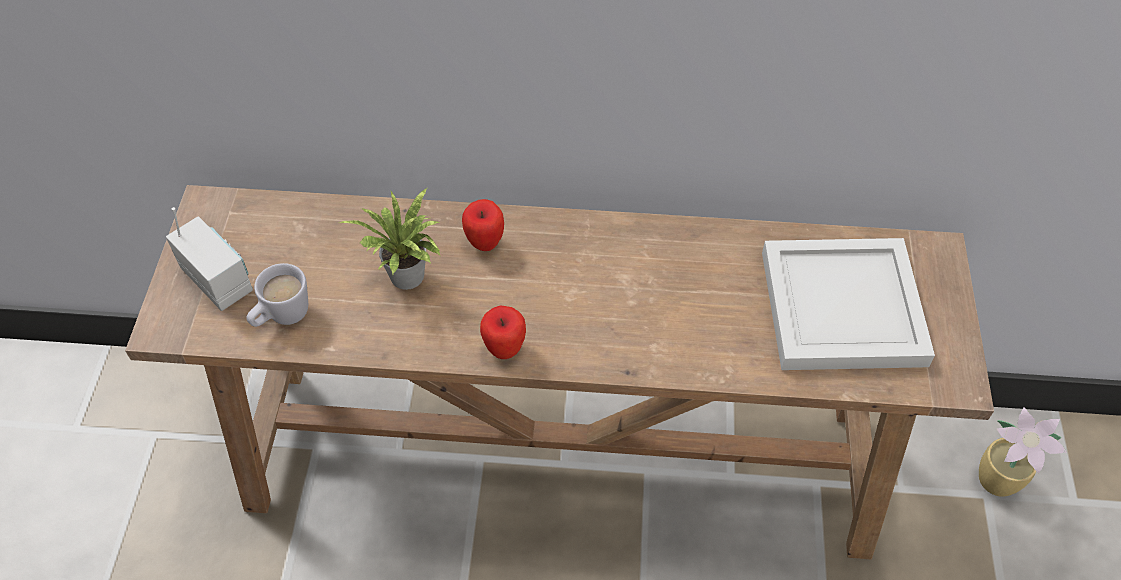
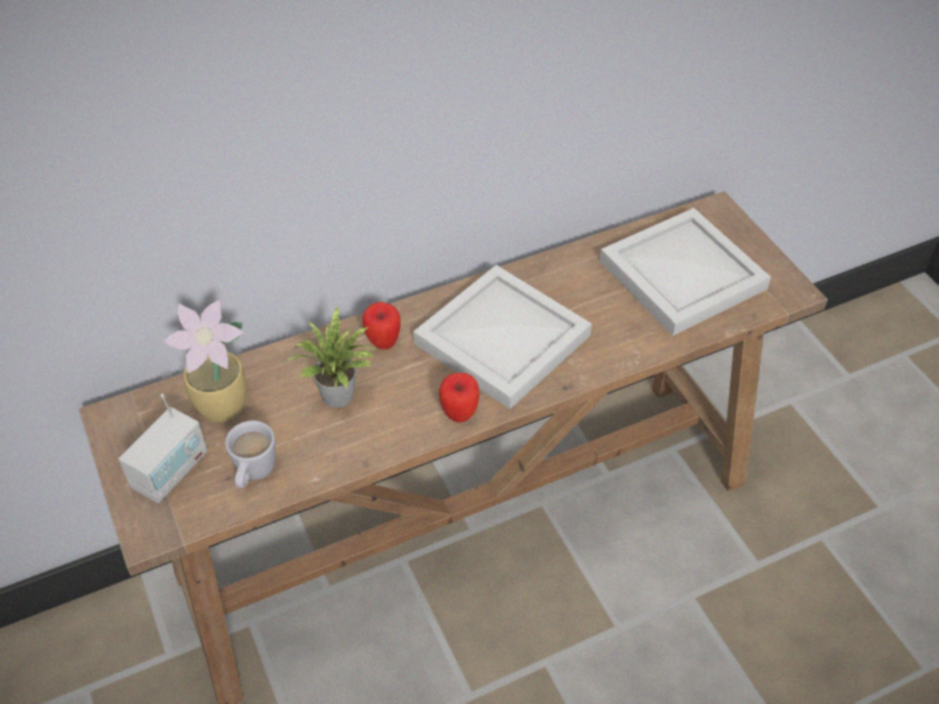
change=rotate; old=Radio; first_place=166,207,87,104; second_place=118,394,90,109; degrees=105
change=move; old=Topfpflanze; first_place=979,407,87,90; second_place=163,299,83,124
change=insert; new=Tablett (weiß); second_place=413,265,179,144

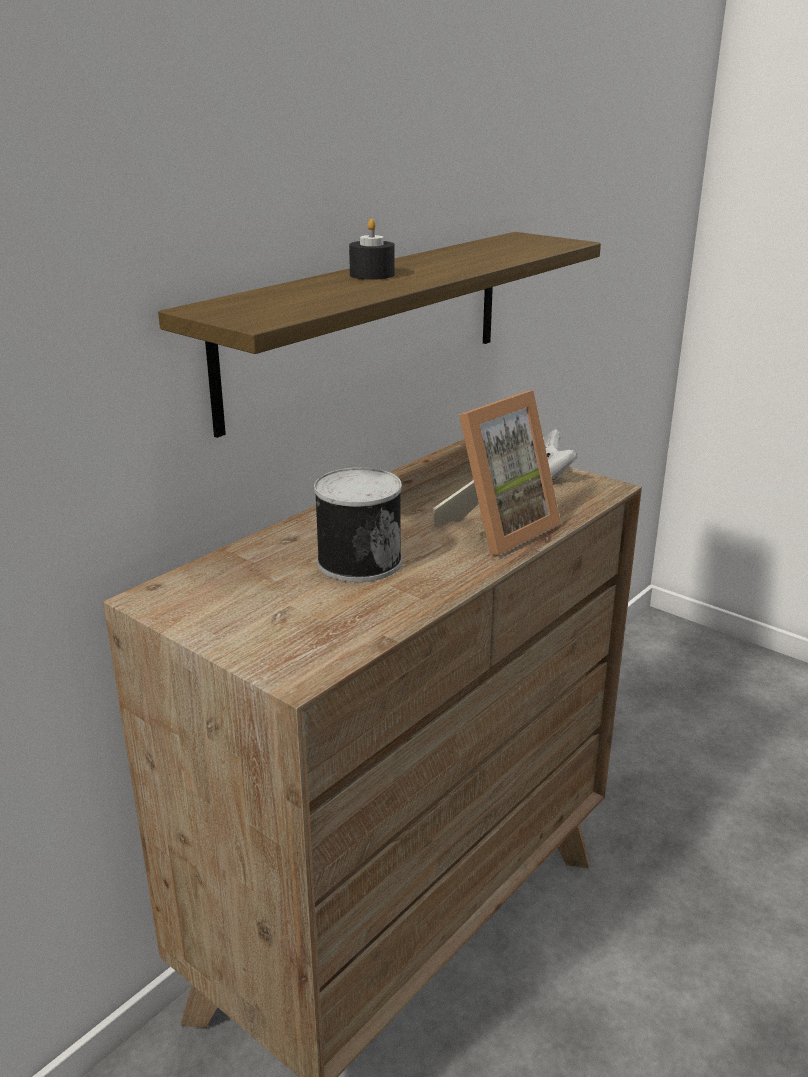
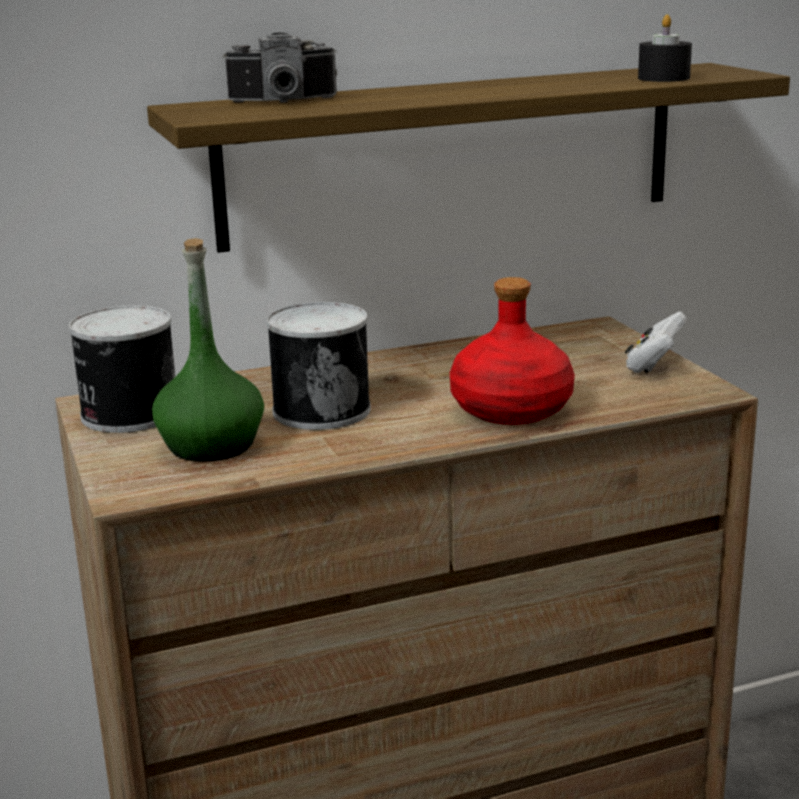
change=move; old=Kerze (schwarz); first_place=349,218,46,62; second_place=638,14,54,68
change=replace; old=Bilderrahmen; new=Flasche (rot); first_place=433,390,128,165; second_place=450,277,125,148
change=insert; new=Dose; second_place=69,305,106,128
change=insert; new=Flasche (grün); second_place=152,238,112,224
change=insert; new=Kamera; second_place=222,33,115,70

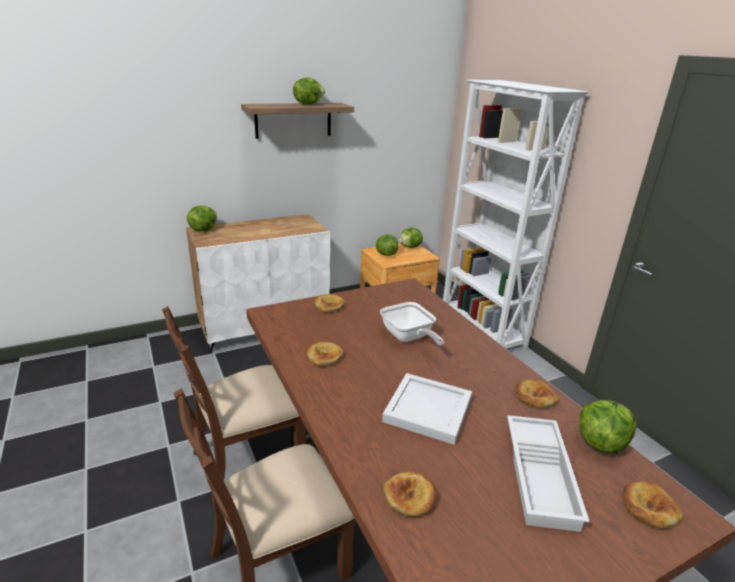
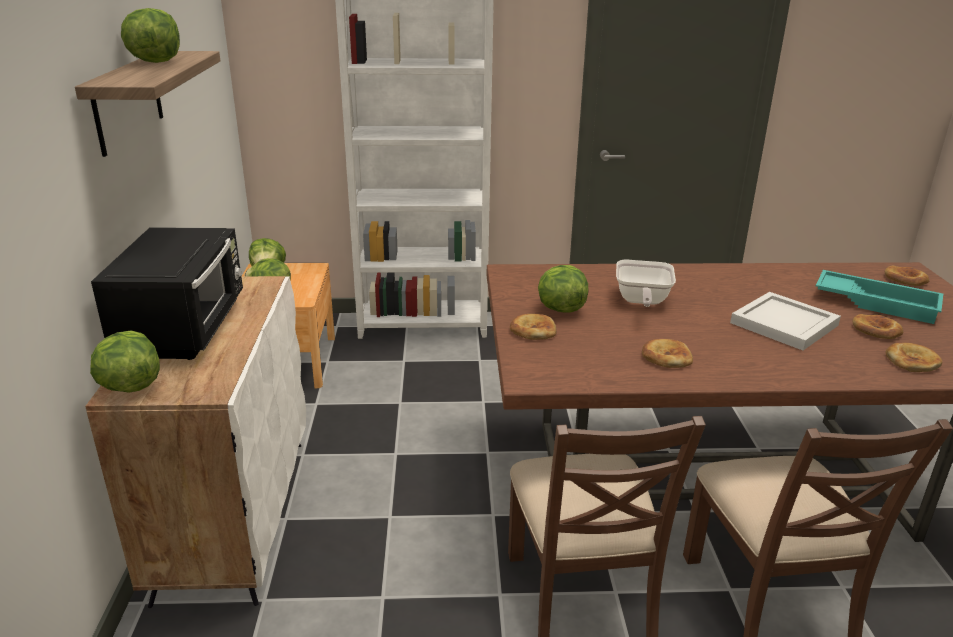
change=rotate; old=Pfanne; first_place=380,302,64,45; second_place=616,260,60,47; degrees=105
change=recolor; old=Tablett (weiß); new=Tablett (türkis); first_place=507,415,83,117; second_place=816,270,127,54
change=move; old=Brot; first_place=515,380,44,29; second_place=853,314,50,25
change=move; old=Salatkopf; first_place=580,400,57,54; second_place=538,265,50,48
change=insert; new=Mikrowelle (schwarz); second_place=91,227,152,133

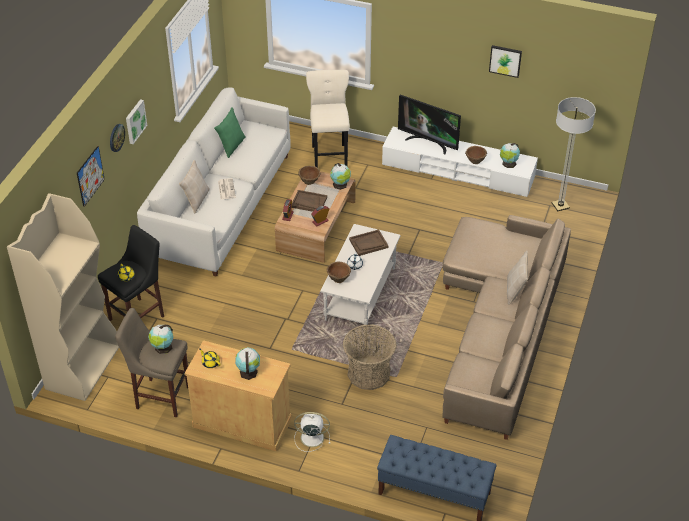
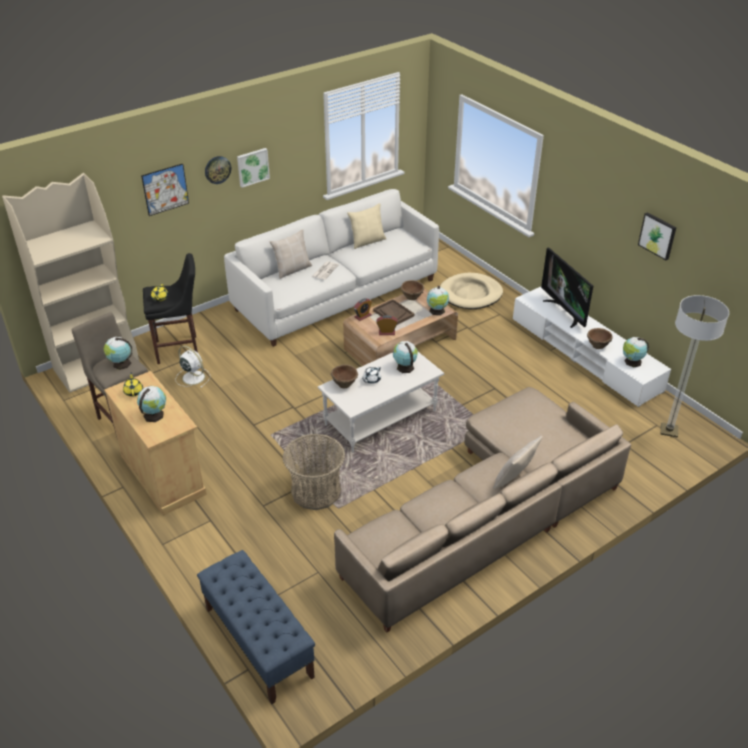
change=recolor; old=Kissen (grün); new=Kissen (beige); first_place=214,107,32,51; second_place=347,203,39,46
change=move; old=Ventilator (weiß); first_place=294,412,36,40; second_place=176,346,34,42
change=replace; old=Hocker (beige); new=Hundebett (beige); first_place=306,70,44,98; second_place=440,273,63,36
change=replace; old=Tablett (braun); new=Globus; first_place=349,229,39,27; second_place=393,341,25,32

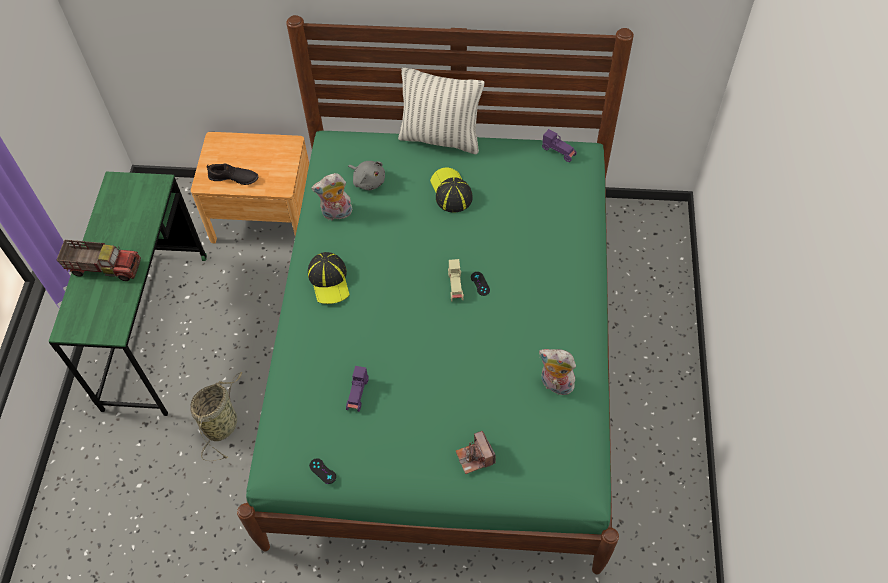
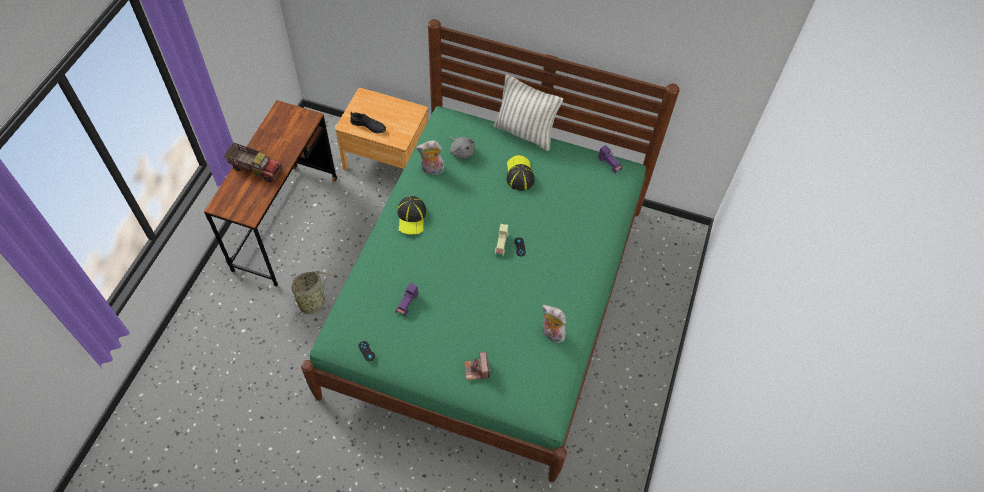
change=recolor; old=Schreibtisch (grün); new=Schreibtisch (braun); first_place=49,172,158,244; second_place=204,100,133,187

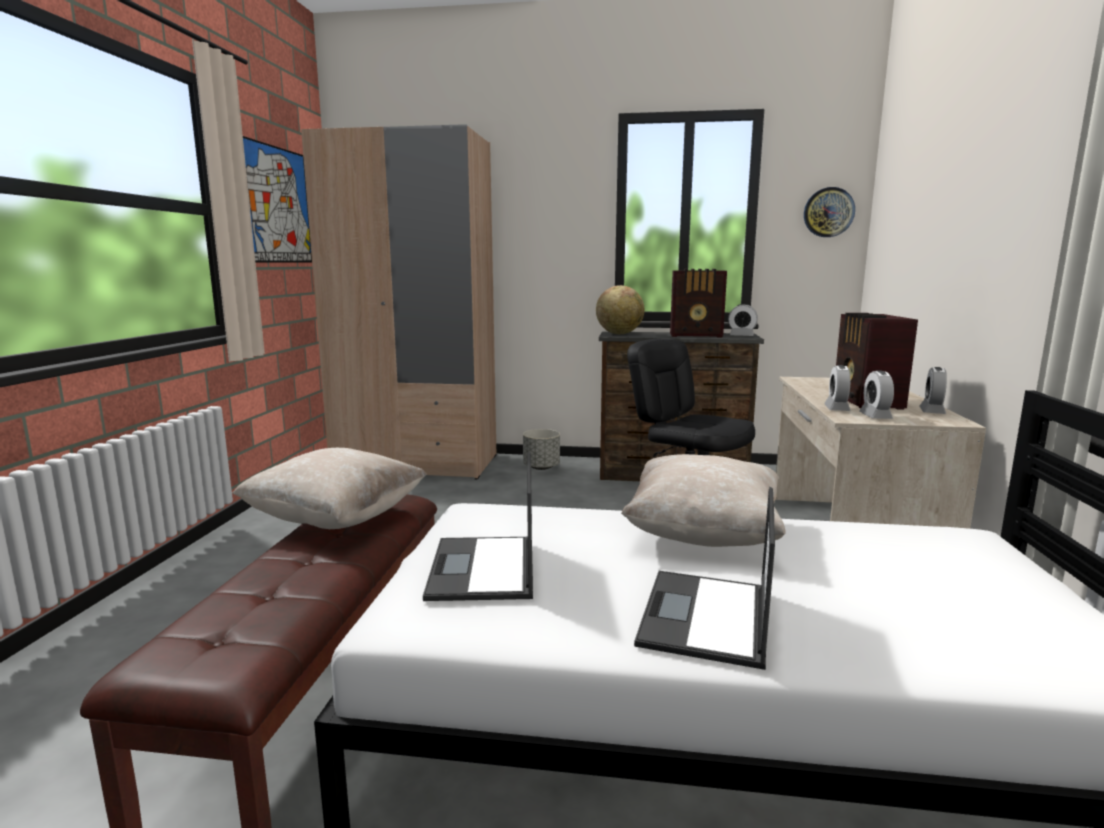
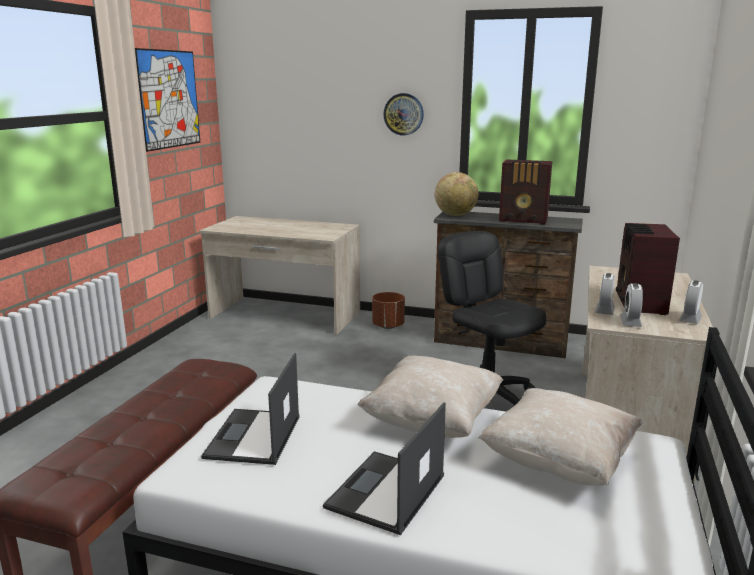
change=move; old=Kissen (beige); first_place=232,448,195,81; second_place=478,388,165,98
change=replace; old=Kleiderschrank (beige); new=Schreibtisch (beige); first_place=301,124,195,356; second_place=199,216,161,119
change=recolor; old=Pflanzkübel (grau); new=Pflanzkübel (braun); first_place=523,429,37,41; second_place=372,292,33,37
change=delete; old=Wecker; first_place=728,304,30,32
change=move; old=Wanduhr; first_place=804,187,51,50; second_place=383,93,41,42

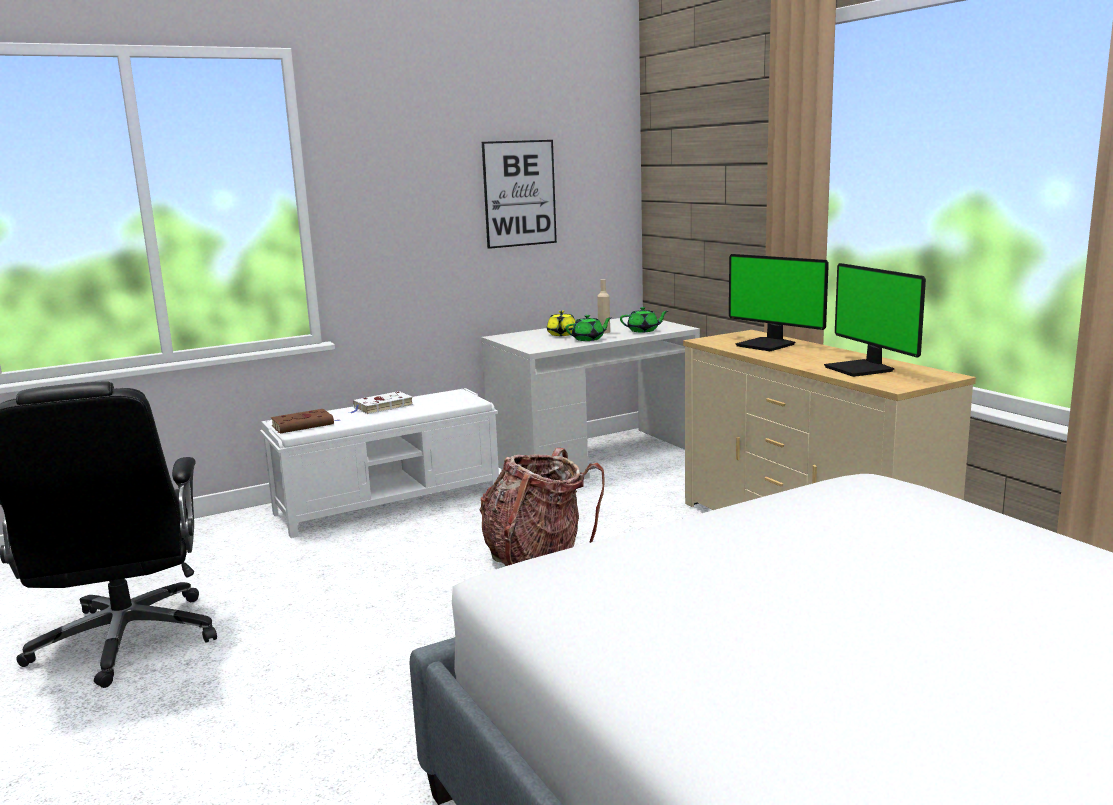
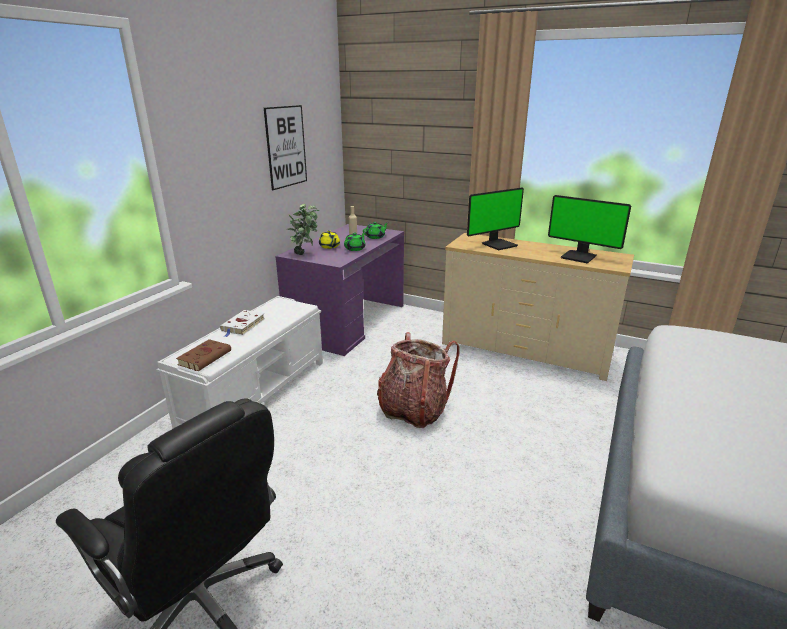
change=recolor; old=Schreibtisch (weiß); new=Schreibtisch (lila); first_place=481,317,219,162; second_place=275,224,129,132
change=rotate; old=Monitor; first_place=729,254,100,97; second_place=467,187,57,63; degrees=-45
change=insert; new=Topfpflanze; second_place=287,204,32,51

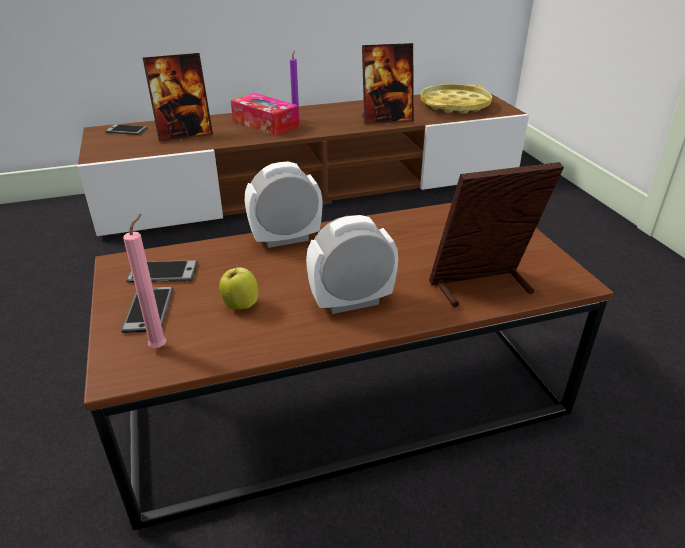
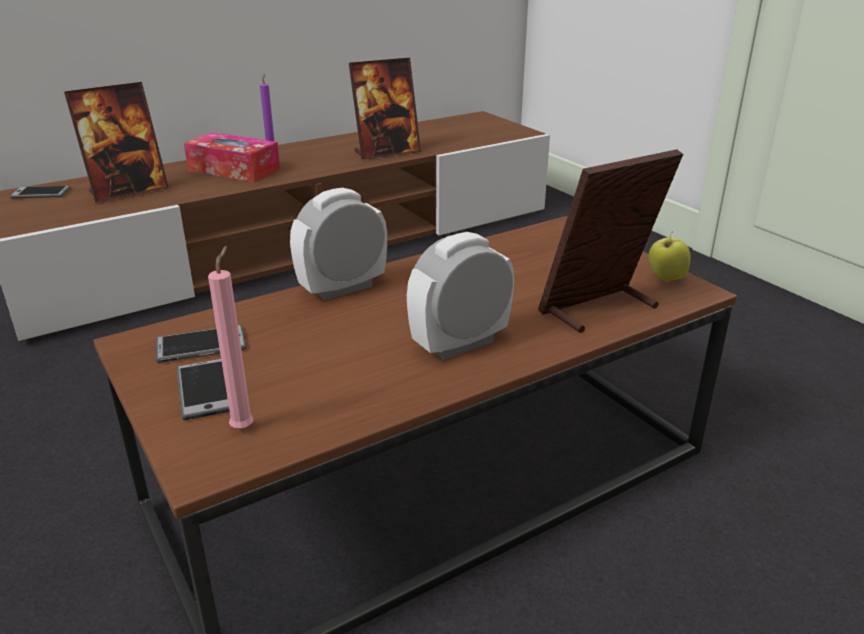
change=move; old=Apfel; first_place=219,263,39,46; second_place=649,231,42,50
change=delete; old=Tablett (gelb); first_place=420,84,72,30

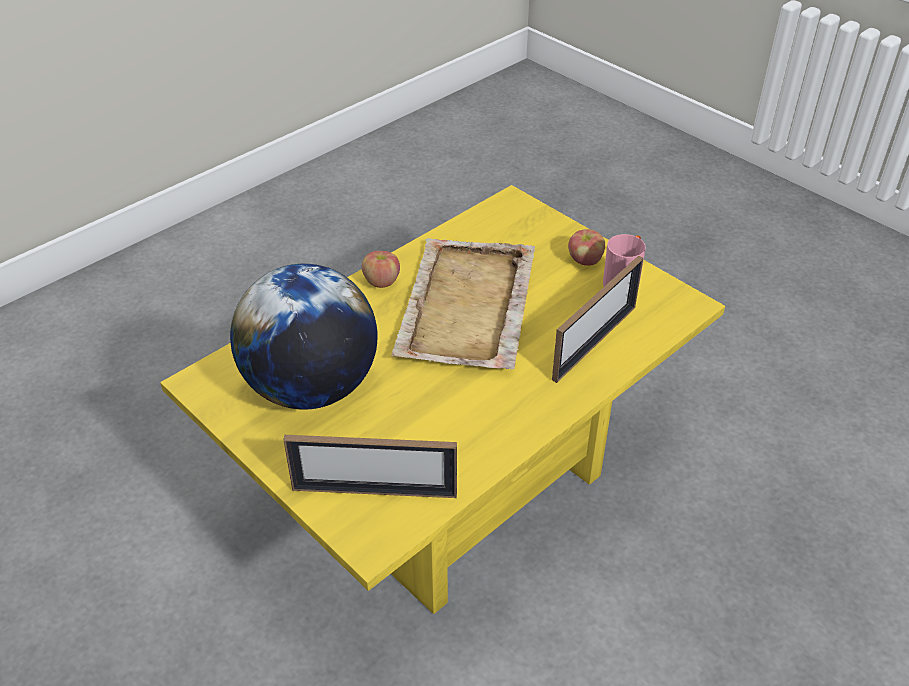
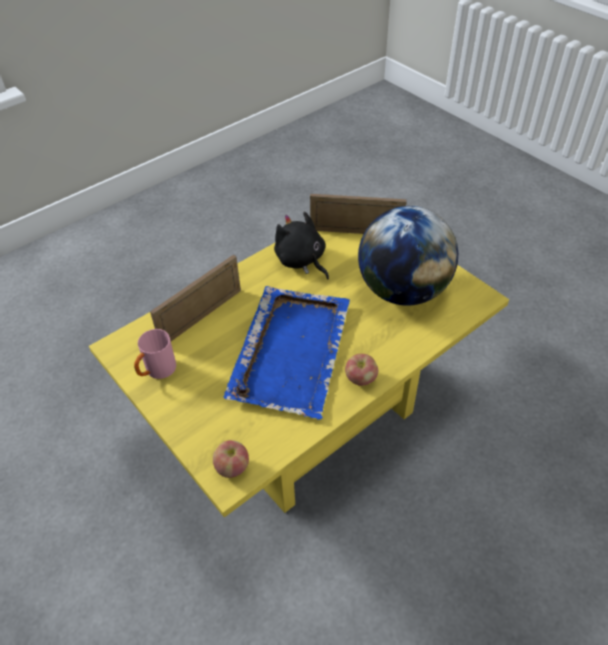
change=recolor; old=Tablett (beige); new=Tablett (blau); first_place=391,238,144,131; second_place=224,286,126,134
change=move; old=Apfel; first_place=568,229,37,37; second_place=213,440,36,38
change=insert; new=Plüschtier (schwarz); second_place=274,211,55,69

